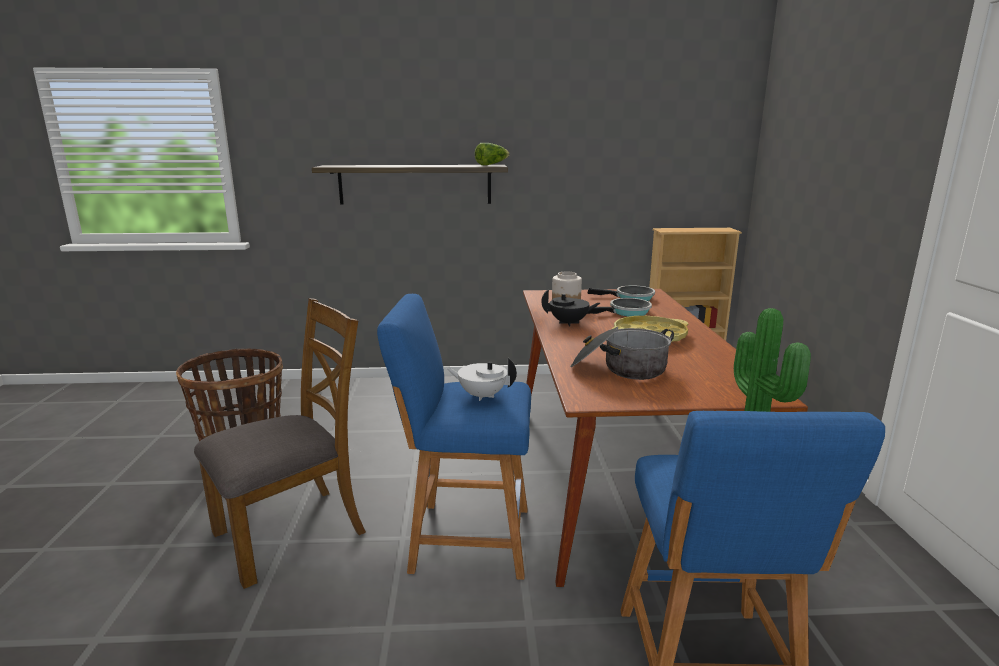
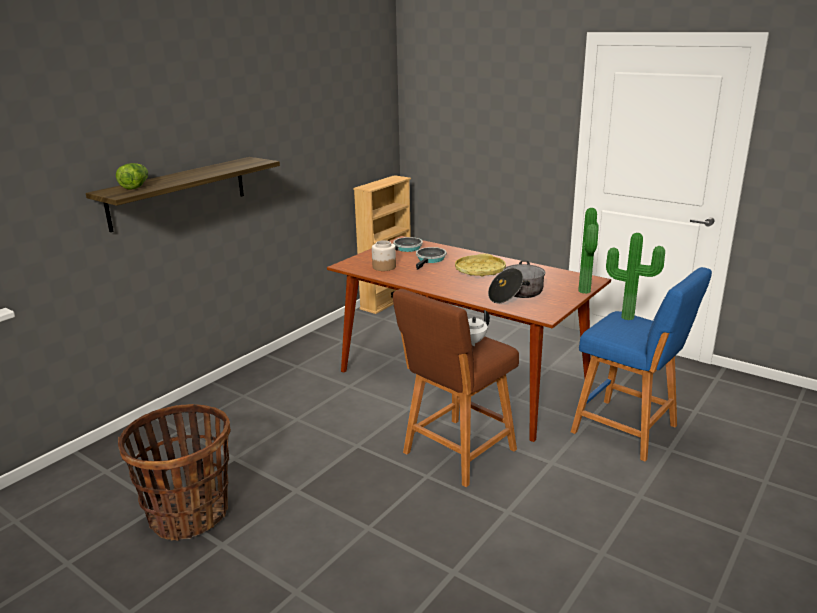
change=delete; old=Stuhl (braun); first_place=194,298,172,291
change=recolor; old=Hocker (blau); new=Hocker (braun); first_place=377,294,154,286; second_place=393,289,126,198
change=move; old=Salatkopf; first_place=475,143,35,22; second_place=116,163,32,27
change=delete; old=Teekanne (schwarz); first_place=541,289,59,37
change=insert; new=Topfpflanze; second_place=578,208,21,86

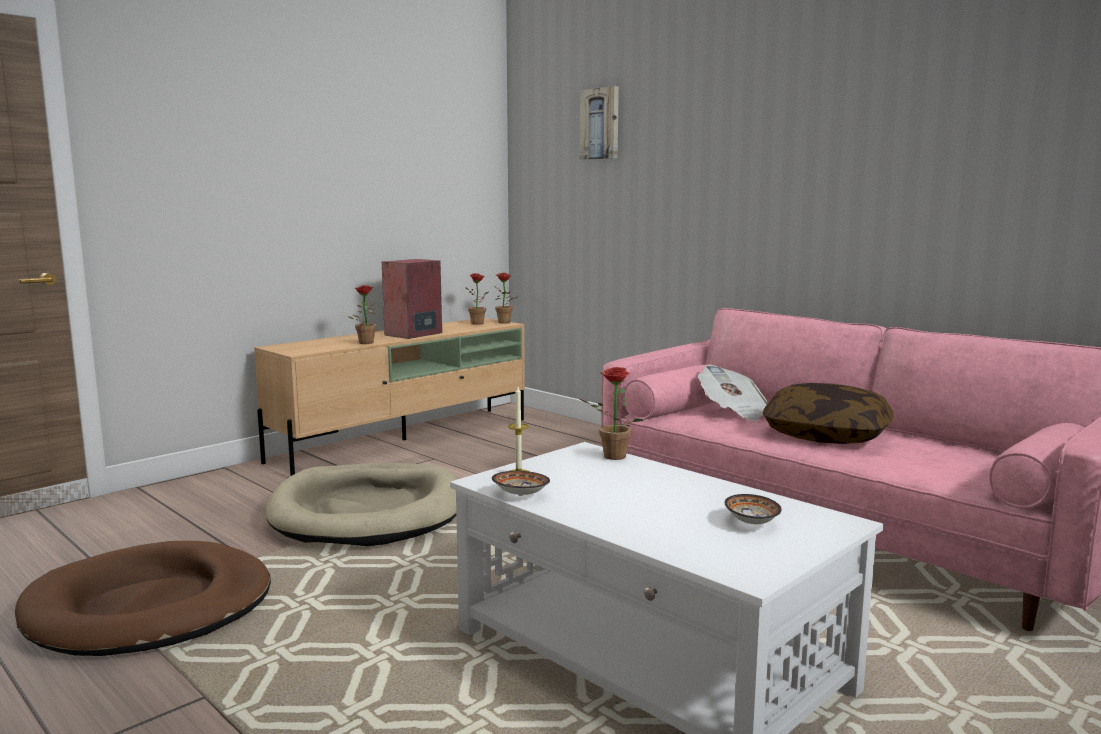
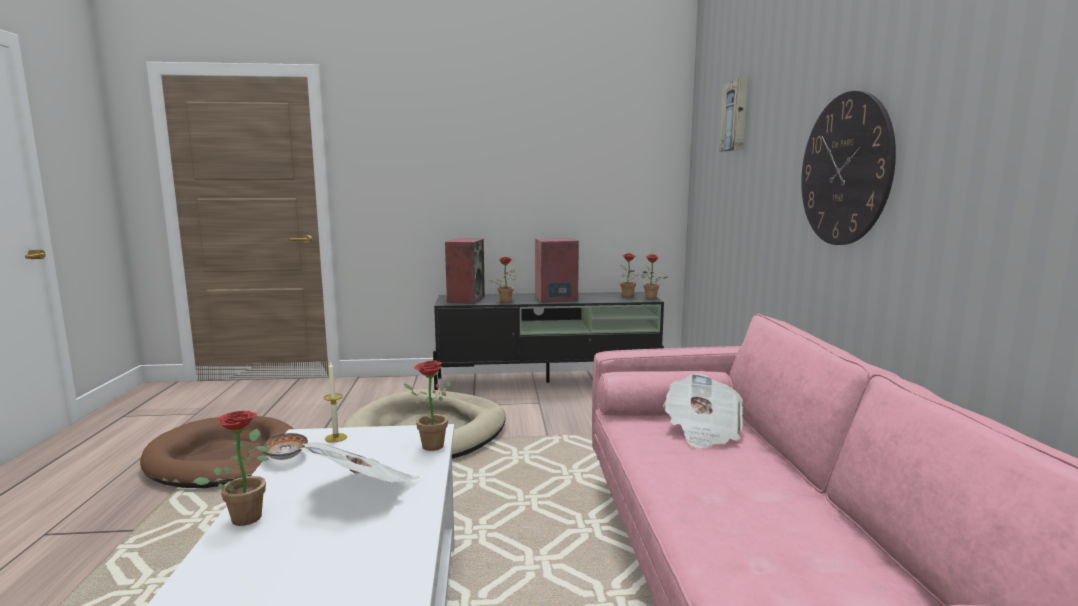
change=recolor; old=Fernsehschrank (beige); new=Fernsehschrank (schwarz); first_place=254,318,271,158; second_place=433,292,231,98
change=delete; old=Schüssel; first_place=725,494,57,30
change=delete; old=Kissen; first_place=763,383,131,61
change=insert; new=Topfpflanze; second_place=193,411,77,115
change=insert; new=Zeitung; second_place=299,443,121,40
change=insert; new=Lautsprecher; second_place=445,238,40,66
change=insert; new=Wanduhr; second_place=801,91,95,154

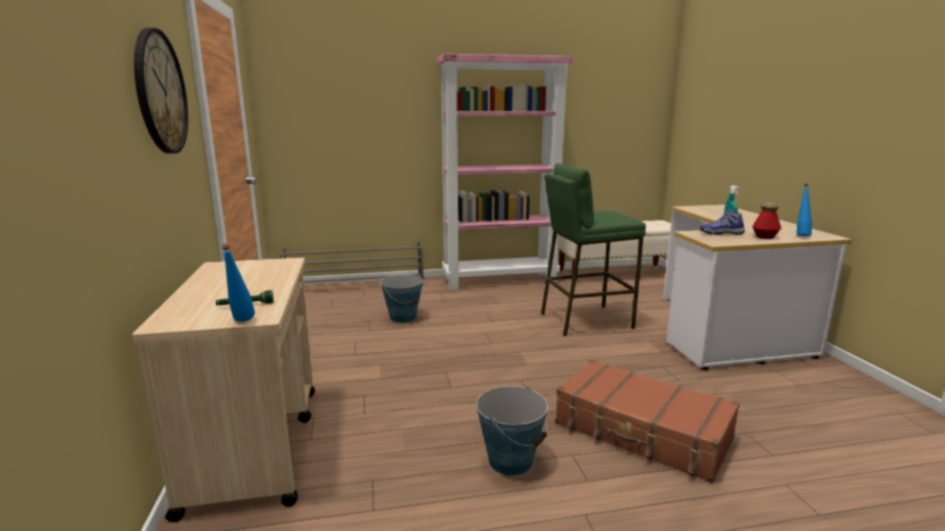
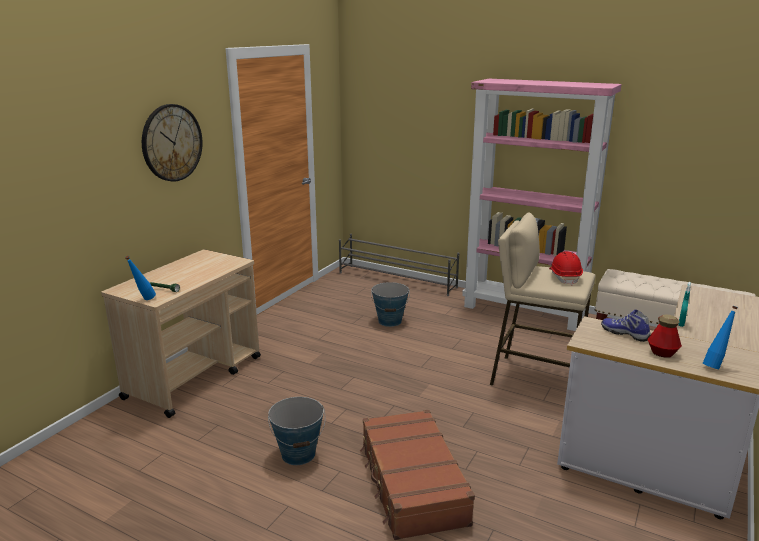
change=recolor; old=Hocker (grün); new=Hocker (beige); first_place=541,163,105,173; second_place=490,212,106,174
change=insert; new=Schutzhelm (rot); second_place=549,251,34,35

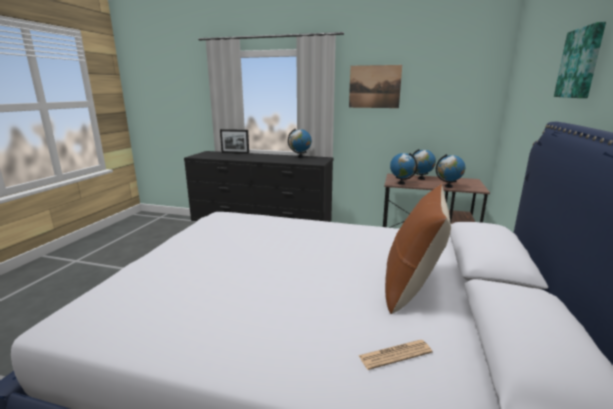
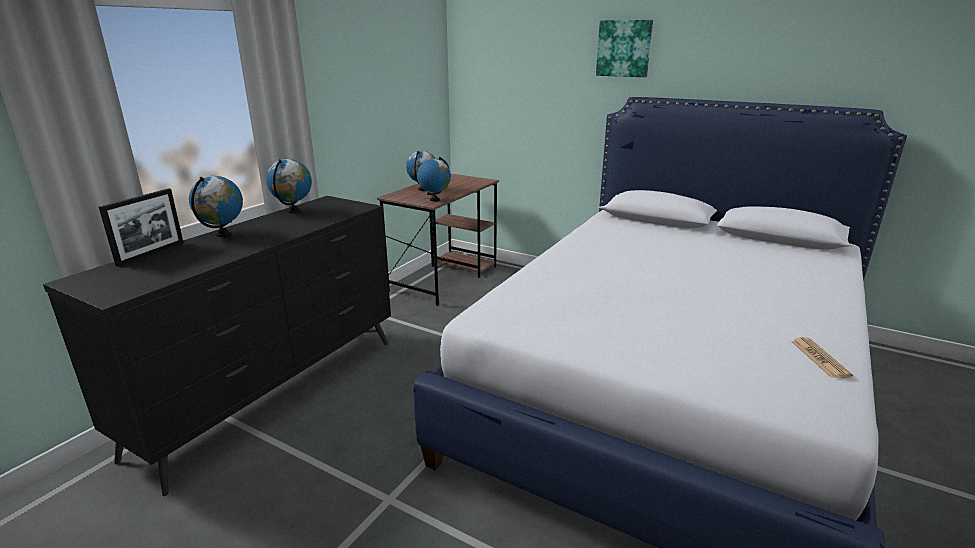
change=delete; old=Bild; first_place=349,65,53,43
change=move; old=Zeitung; first_place=358,340,74,30; second_place=791,337,62,41
change=delete; old=Kissen (braun); first_place=385,184,66,130
change=move; old=Globus; first_place=436,154,29,34; second_place=189,176,54,61

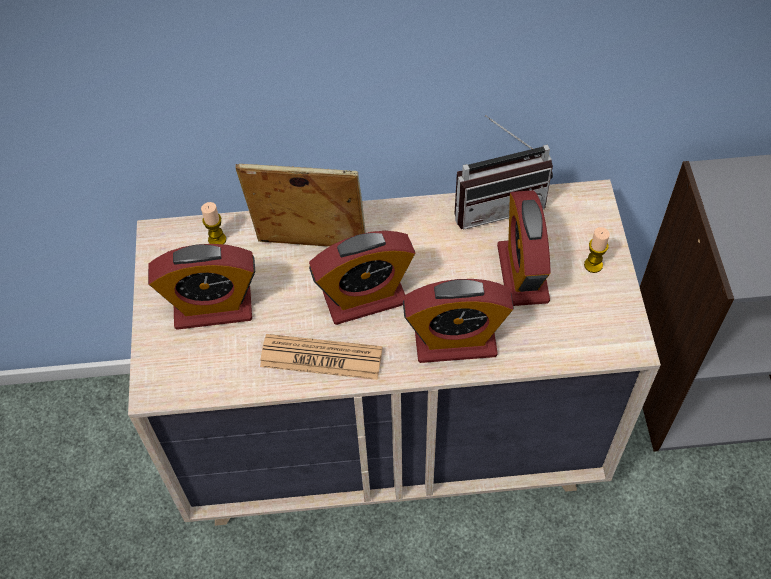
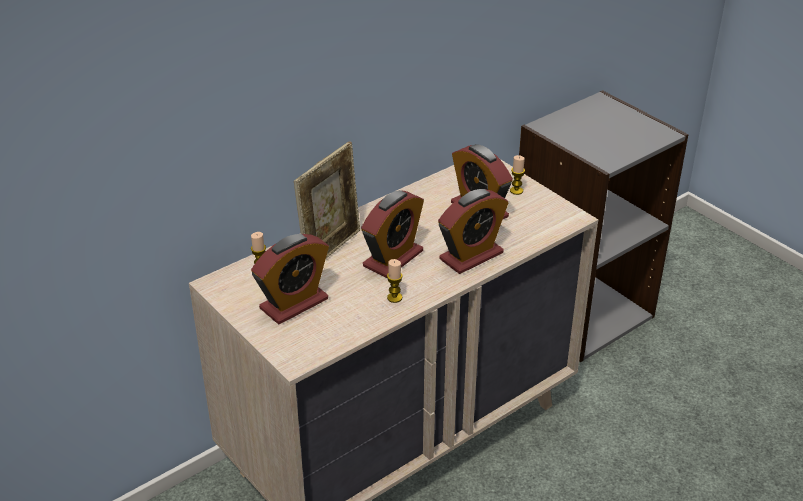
change=rotate; old=Bilderrahmen; first_place=235,164,131,83; second_place=294,141,66,117; degrees=150
change=replace; old=Zeitung; new=Kerze; first_place=260,334,122,46; second_place=387,259,16,44
change=delete; old=Radio; first_place=455,115,98,115

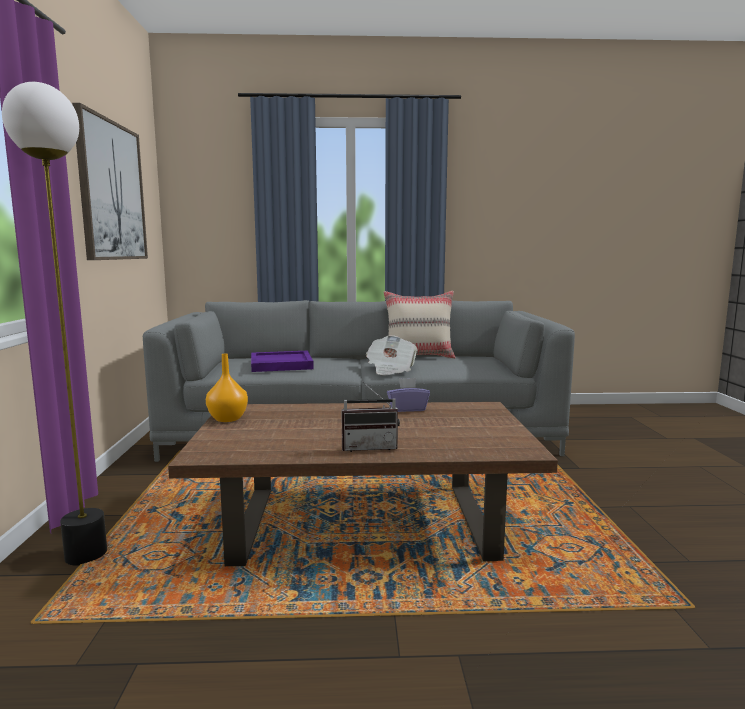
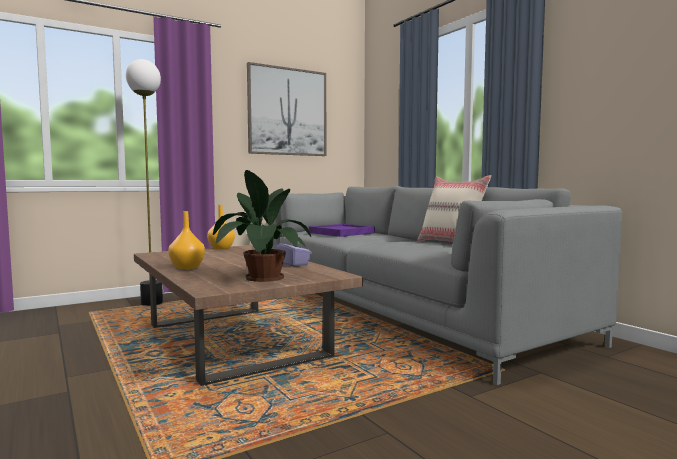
change=replace; old=Radio; new=Vase (orange); first_place=341,381,59,71; second_place=168,211,37,58
change=delete; old=Zeitung; first_place=366,335,52,40
change=insert; new=Topfpflanze; second_place=213,170,98,112

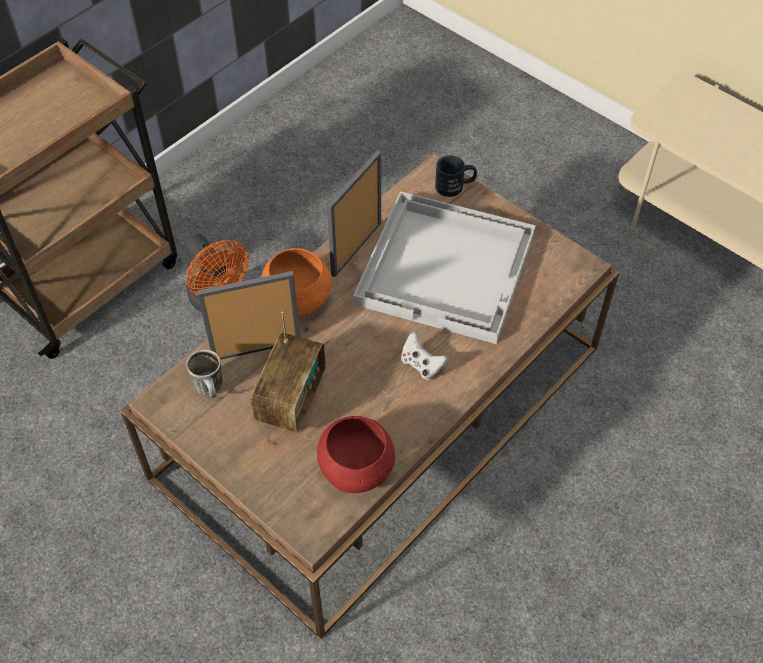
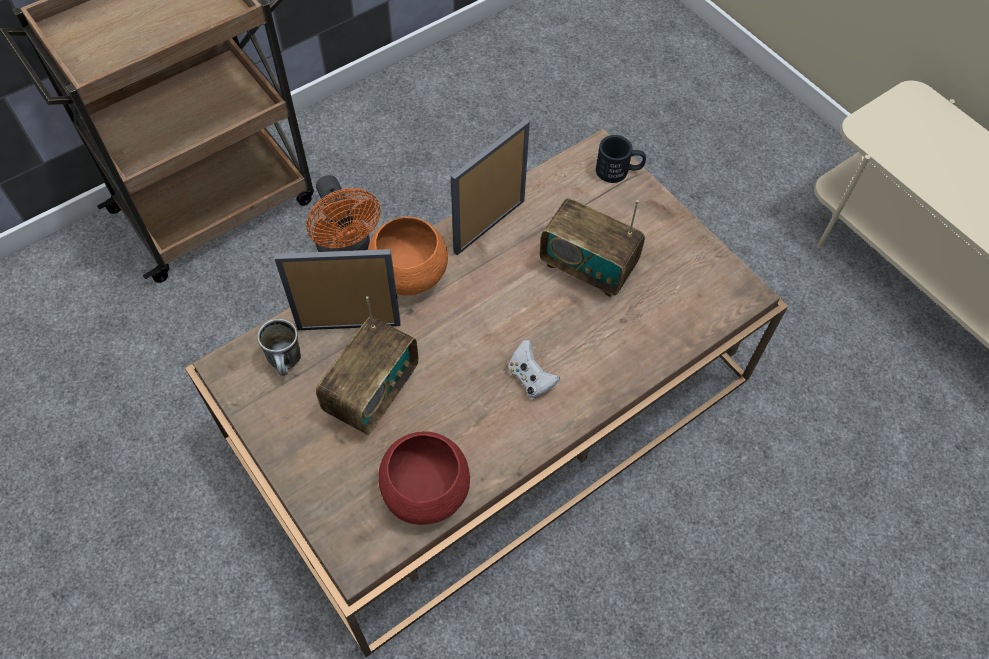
change=replace; old=Tablett (weiß); new=Radio; first_place=353,191,183,153; second_place=540,198,105,99

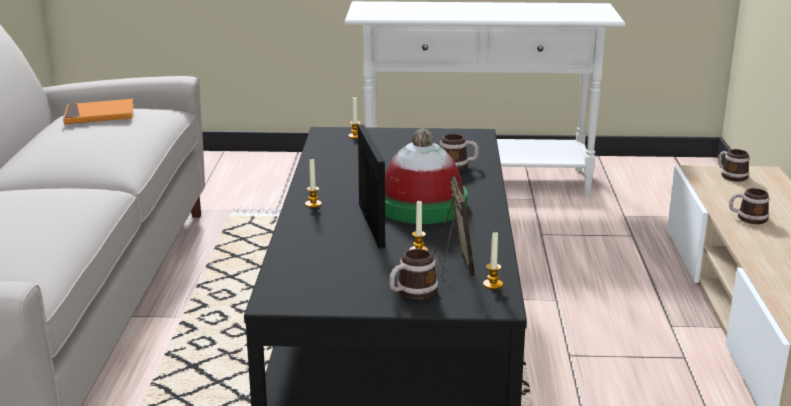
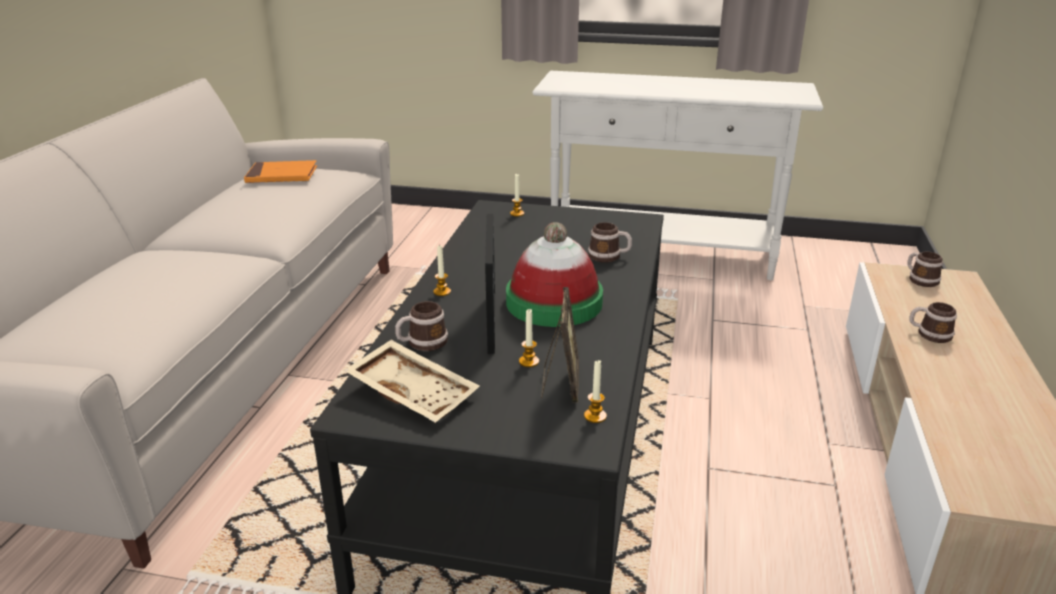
change=move; old=Henkelbecher; first_place=389,249,49,51; second_place=395,301,53,50
change=insert; new=Tablett (beige); second_place=344,340,136,83

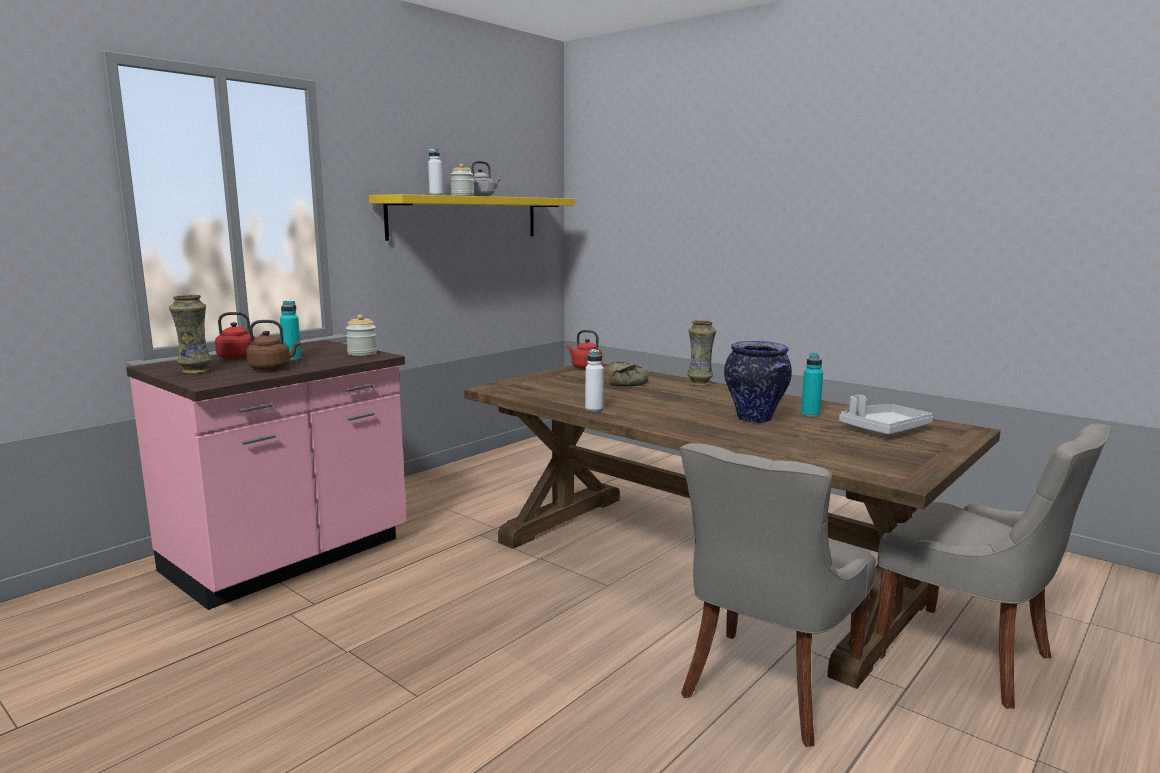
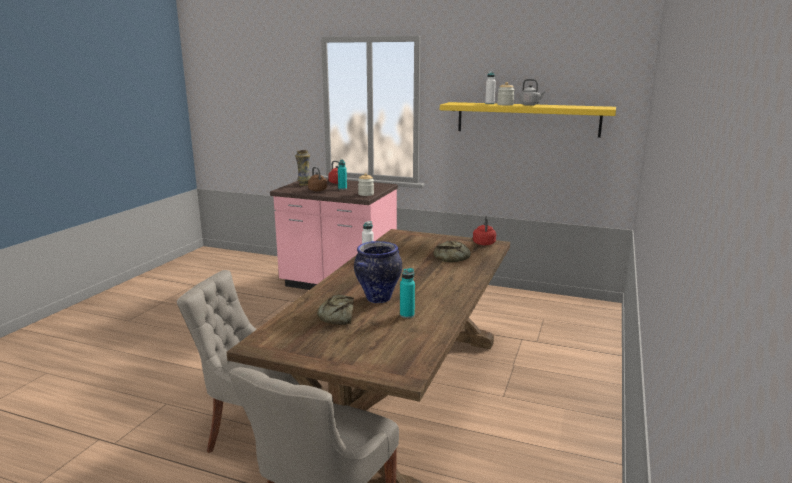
change=delete; old=Vase; first_place=687,320,29,66
change=delete; old=Tablett (grau); first_place=839,395,94,39
change=insert; new=Brot; second_place=317,295,37,30

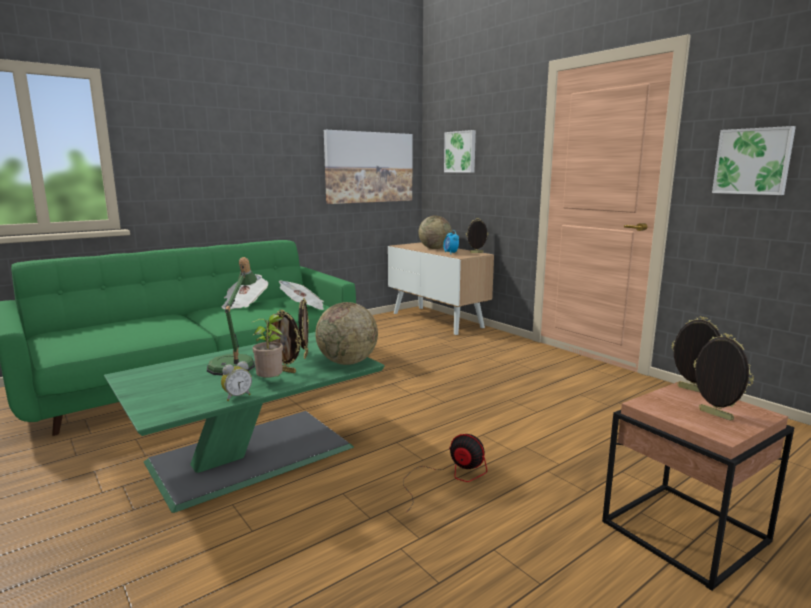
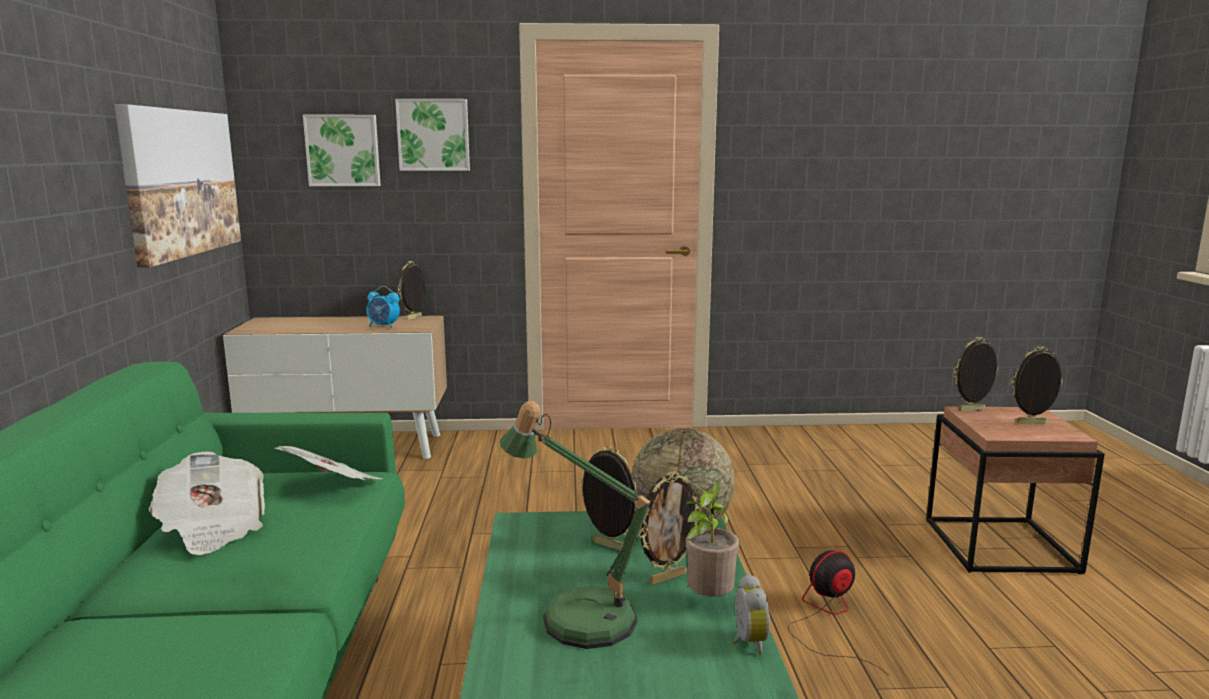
change=delete; old=Globus; first_place=418,216,34,33
change=move; old=Bild; first_place=712,126,84,69; second_place=395,99,75,72

